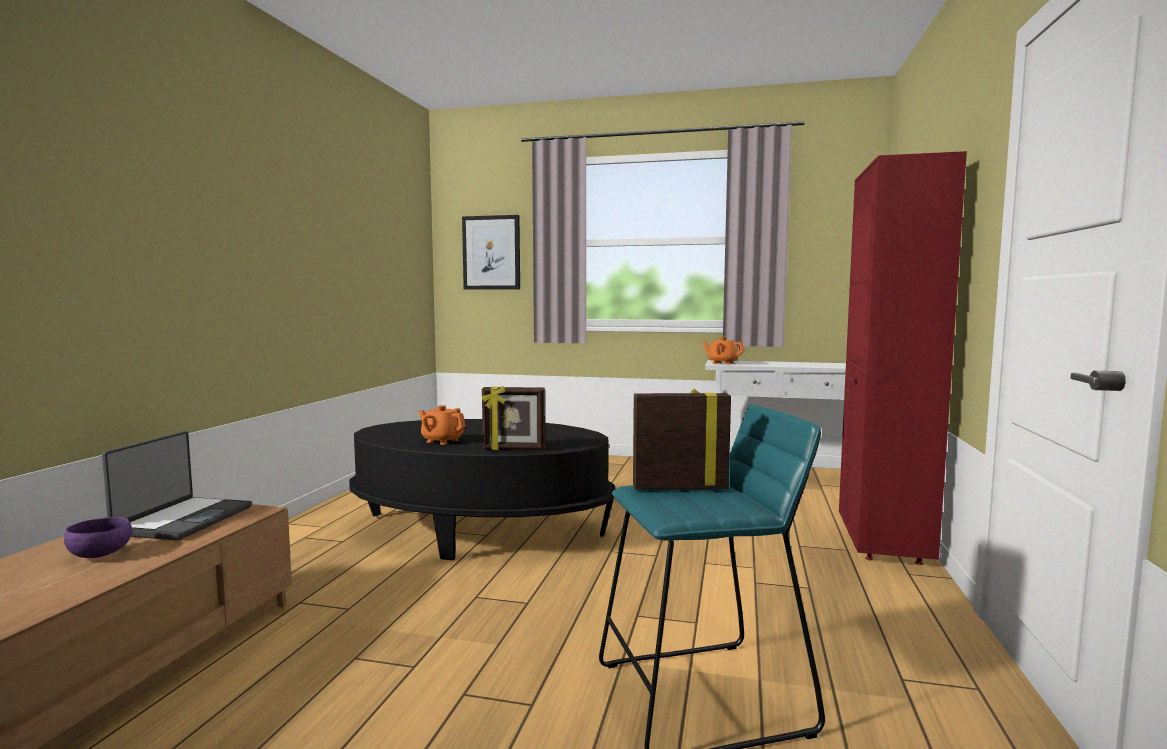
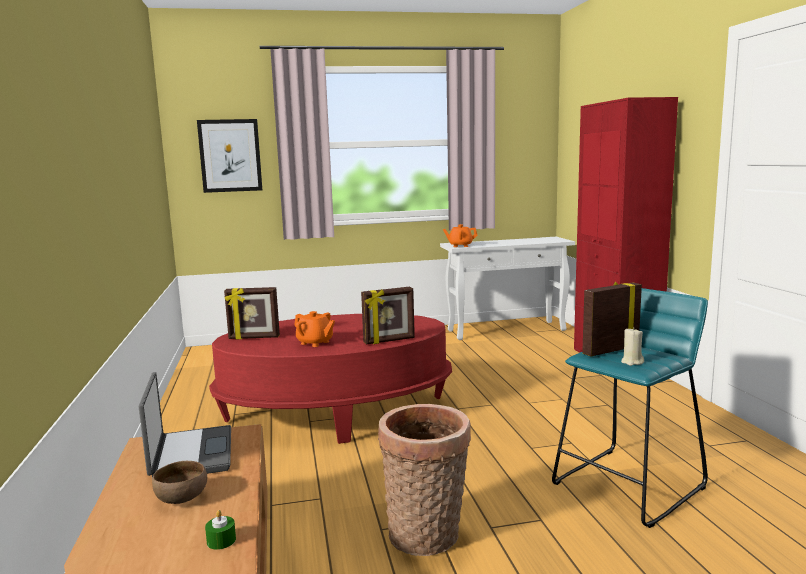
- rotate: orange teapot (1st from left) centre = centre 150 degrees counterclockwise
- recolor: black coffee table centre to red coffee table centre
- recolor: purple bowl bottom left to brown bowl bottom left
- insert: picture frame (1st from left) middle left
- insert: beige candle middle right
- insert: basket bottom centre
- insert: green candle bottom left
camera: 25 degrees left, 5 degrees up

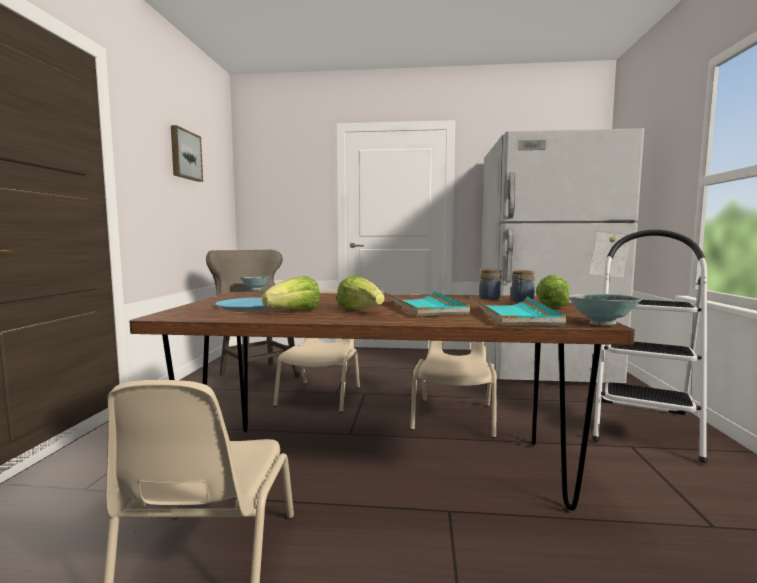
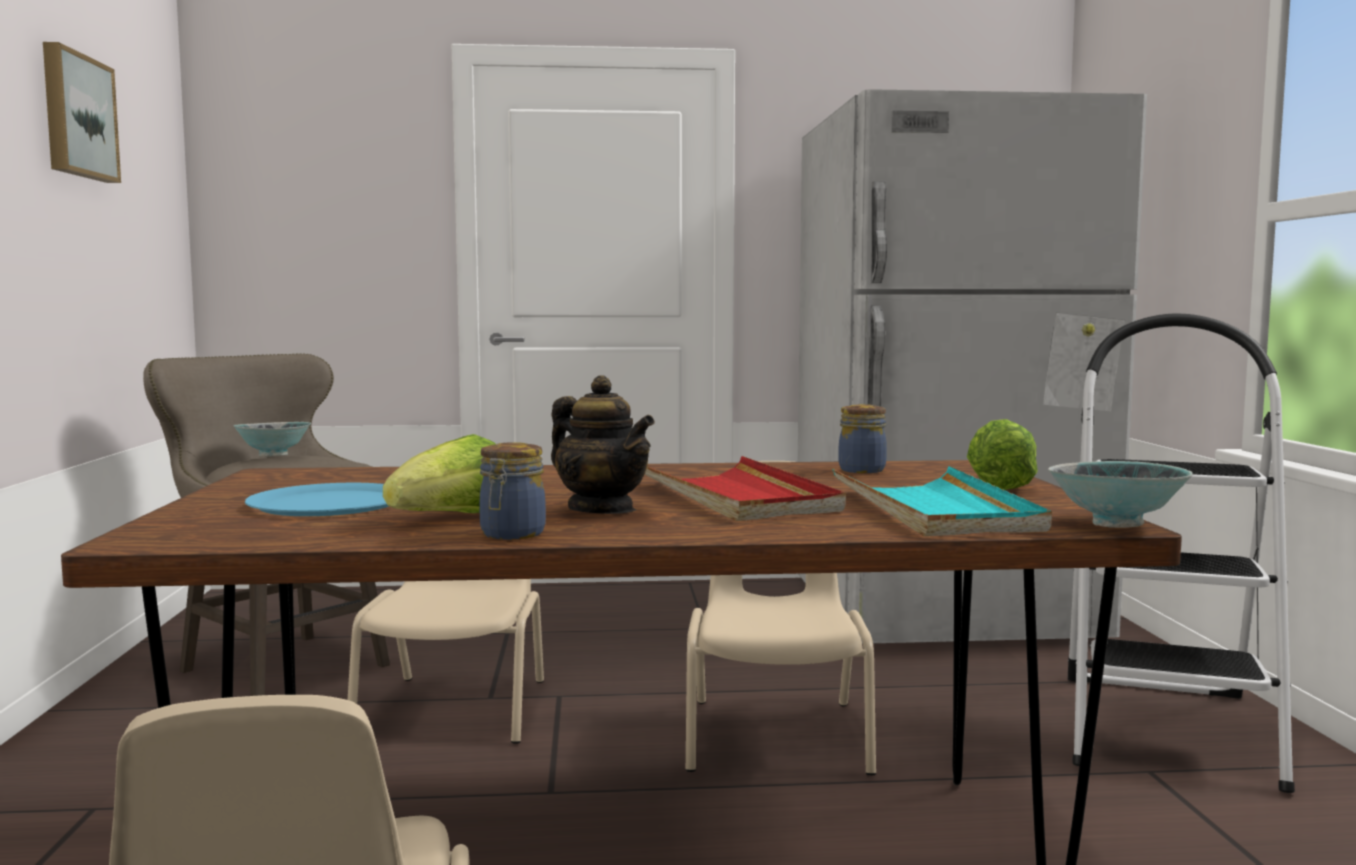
- move: jar (2nd from left in the first image) middle right to jar (1st from left) centre
- replace: lettuce (2nd from left) centre to teapot centre
- recolor: turquoise tray (1st from left) centre to red tray centre
camera: 10 degrees left, 0 degrees up

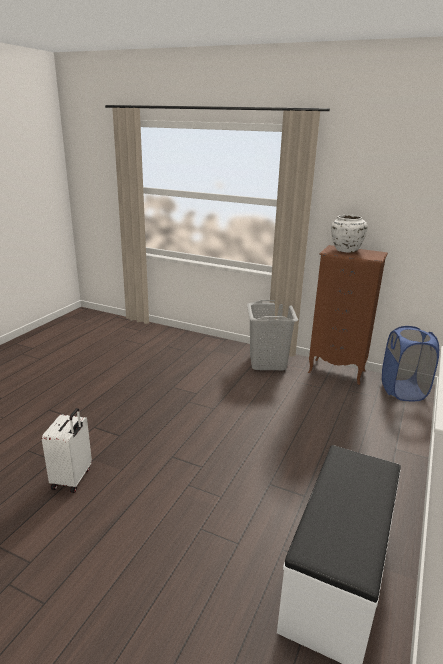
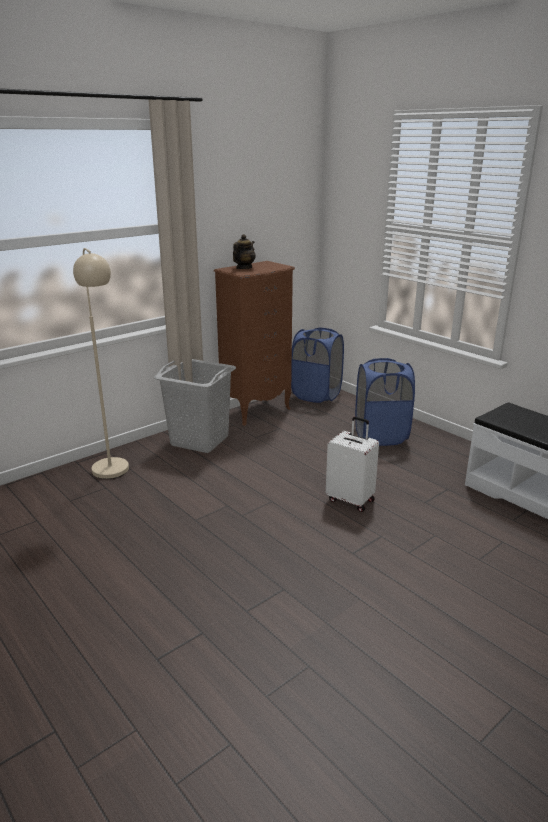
- replace: white vase middle right to teapot top centre
- move: white suitcase bottom left to centre
- insert: beige floor lamp middle left
- insert: blue laundry basket (2nd from left) middle right
camera: 65 degrees left, 0 degrees up

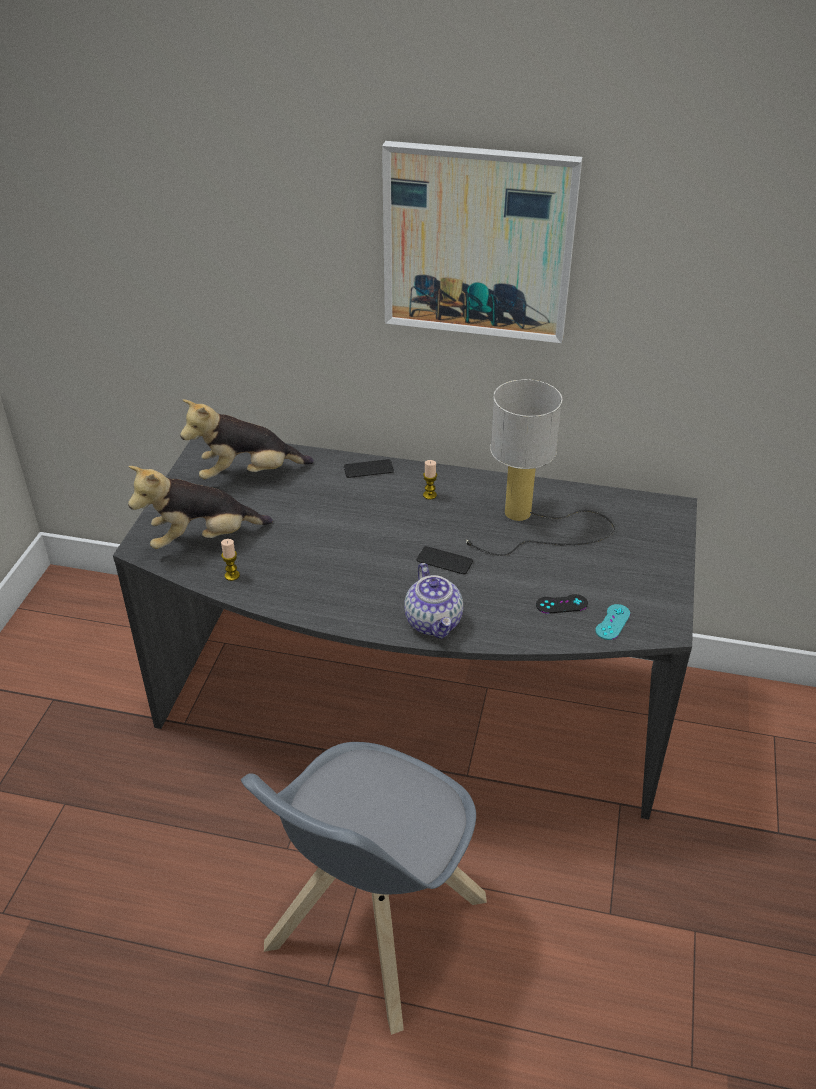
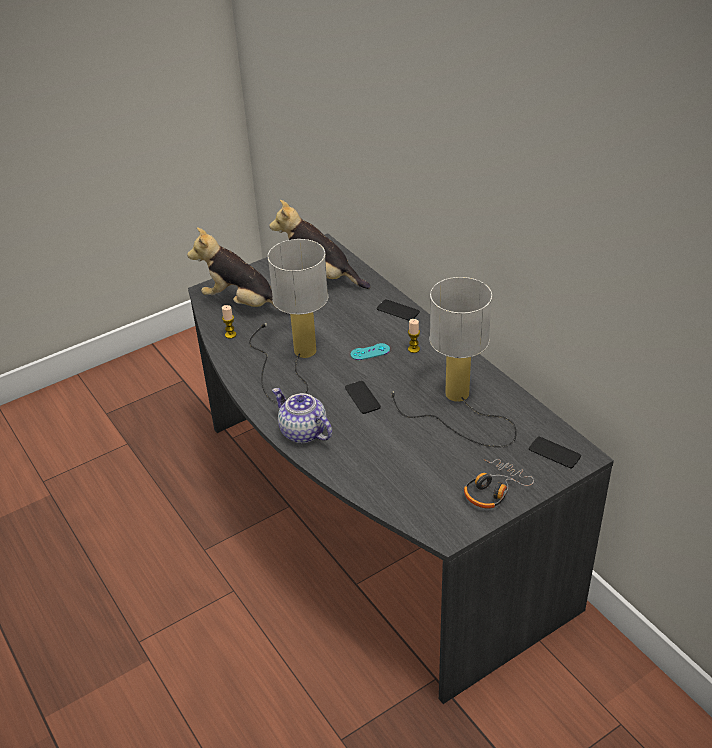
- delete: picture top centre
- rotate: teapot centre = centre 105 degrees clockwise
- delete: black game controller middle right
- move: turquoise game controller middle right to centre
- delete: grey chair bottom centre
- insert: table lamp (1st from left) centre
- insert: phone (3rd from left) middle right
- insert: headphones middle right
camera: 45 degrees right, 0 degrees up

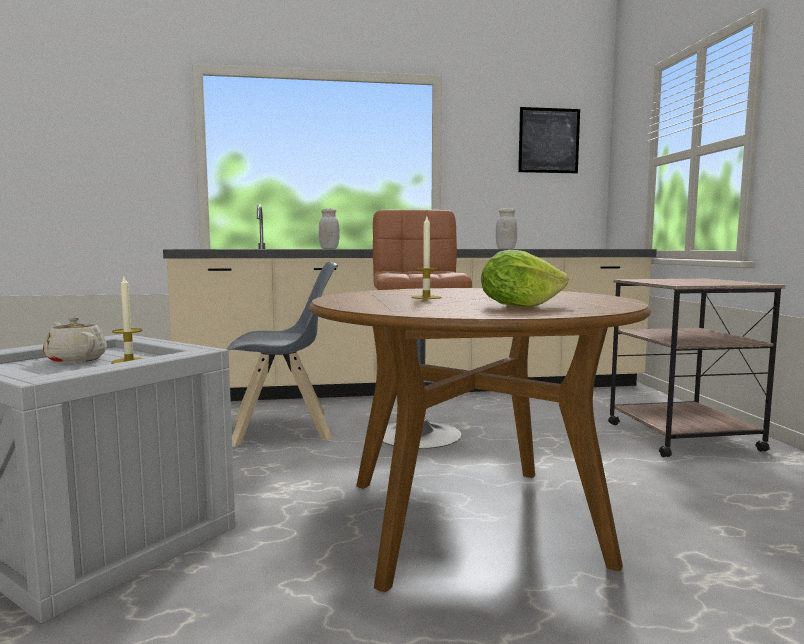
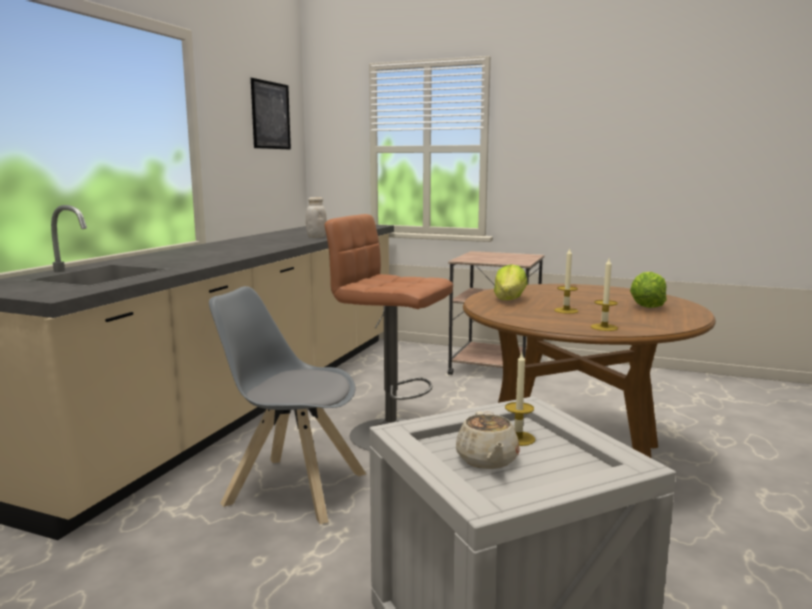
- delete: white jar (1st from left) centre
- rotate: grey chair centre = centre 90 degrees counterclockwise
- rotate: beige teapot middle left = bottom centre 75 degrees counterclockwise
- insert: candle (3rd from left) middle right
- insert: lettuce (1st from left) centre
camera: 60 degrees left, 5 degrees up

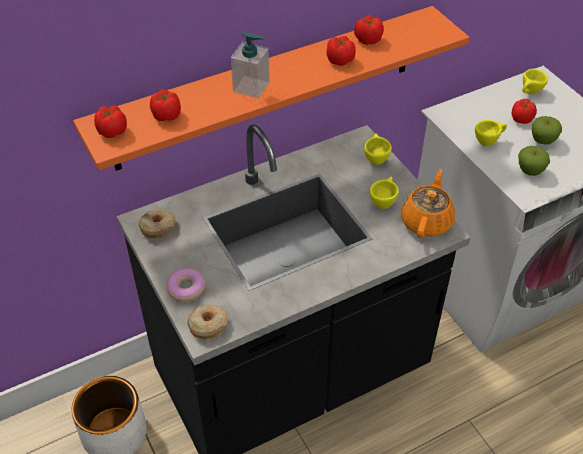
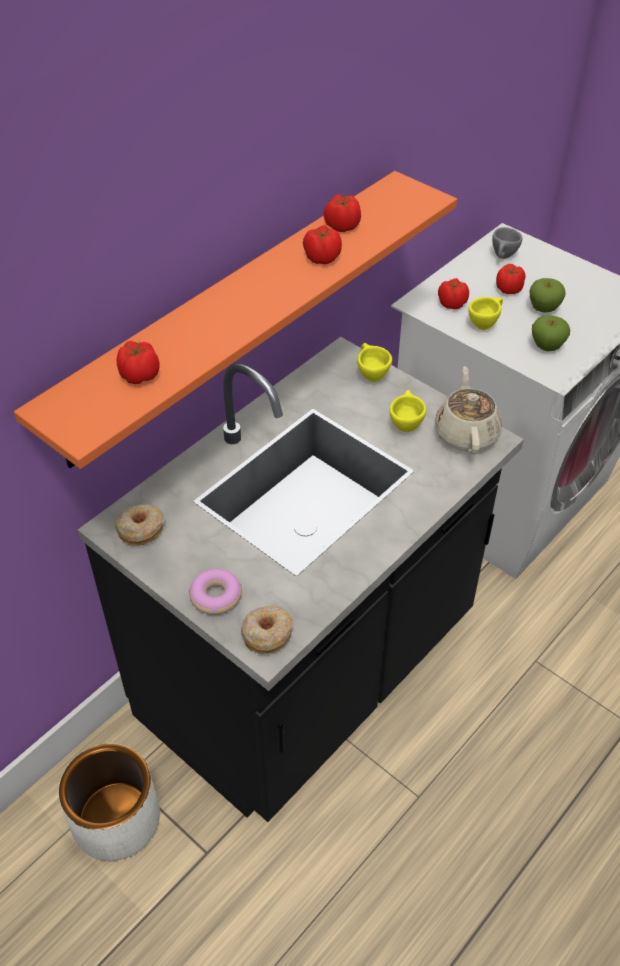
- delete: soap dispenser top centre
- recolor: yellow cup (4th from left) top right to grey cup top right
- move: tomato (1st from left in the first image) top left to tomato (4th from left) top right
- recolor: orange teapot middle right to beige teapot middle right
camera: 20 degrees left, 0 degrees up

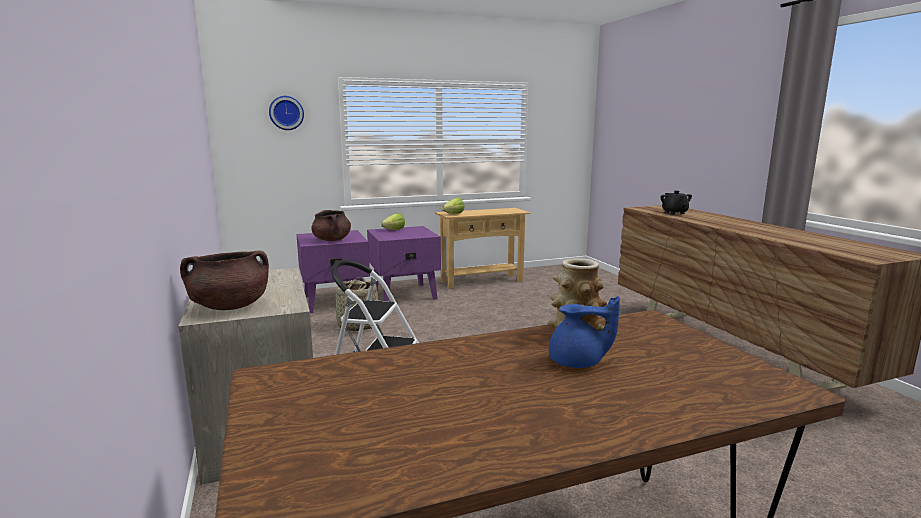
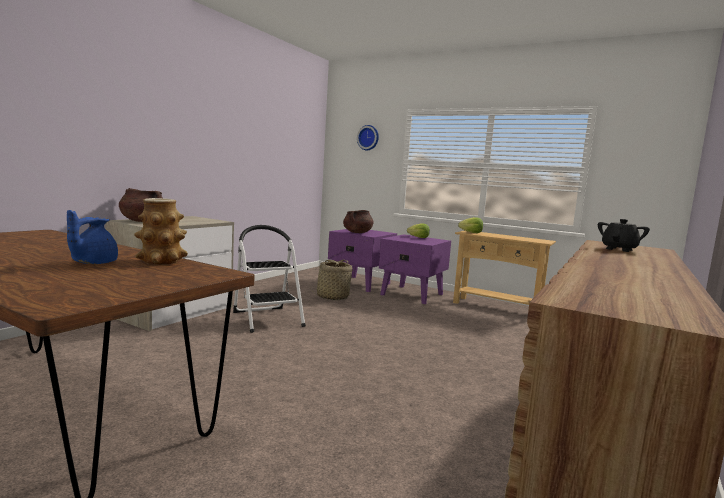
- rotate: blue teapot centre = middle left 45 degrees clockwise
camera: 50 degrees right, 5 degrees down

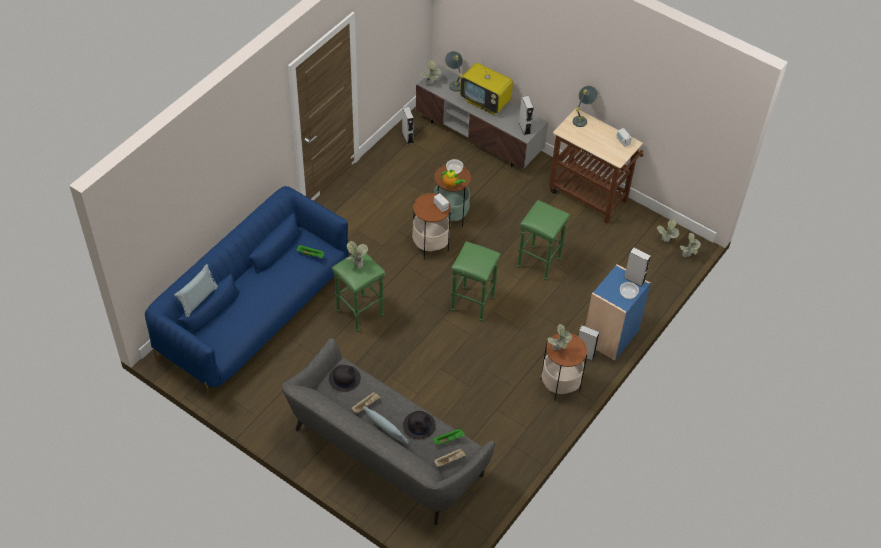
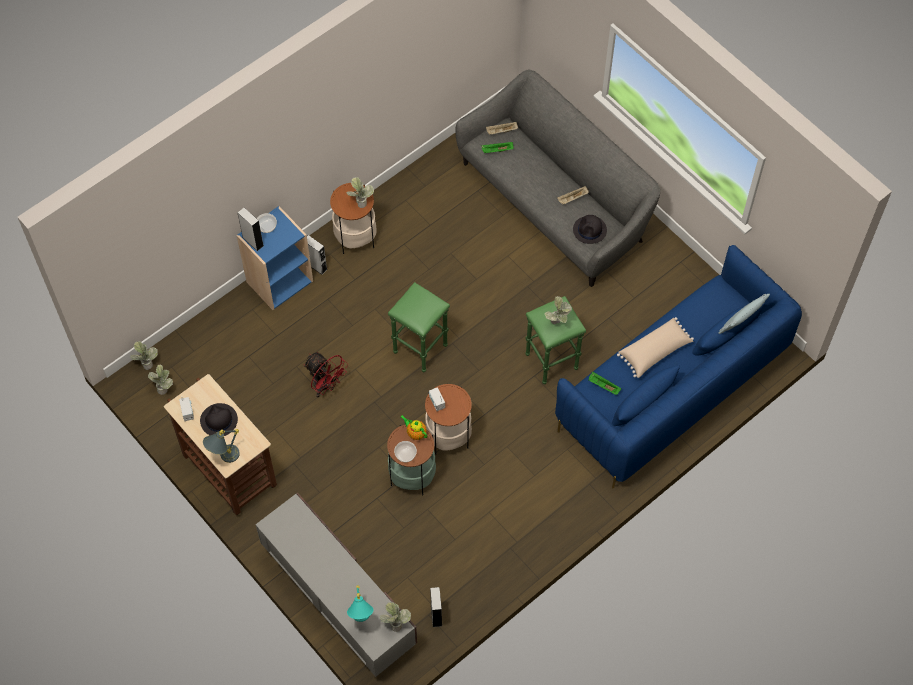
- recolor: grey table lamp (1st from left) top centre to turquoise table lamp bottom centre
- delete: television top centre
- delete: grey speaker (2nd from left) top centre
- replace: green stool (3rd from left) centre to red fan centre
- delete: blue pillow (2nd from left) bottom centre
- move: black hat (2nd from left in the first image) bottom centre to black hat (1st from left) middle left
- insert: beige pillow middle right
camera: 165 degrees left, 10 degrees up

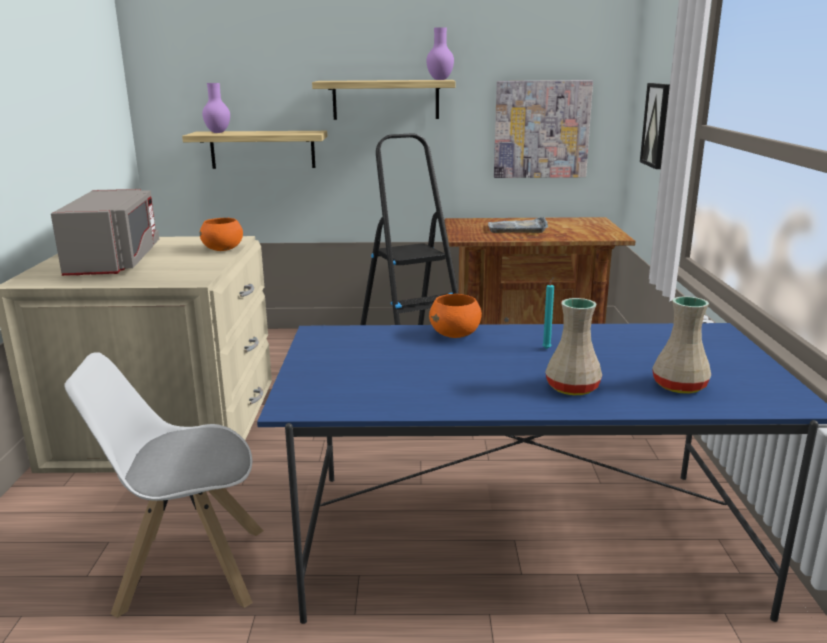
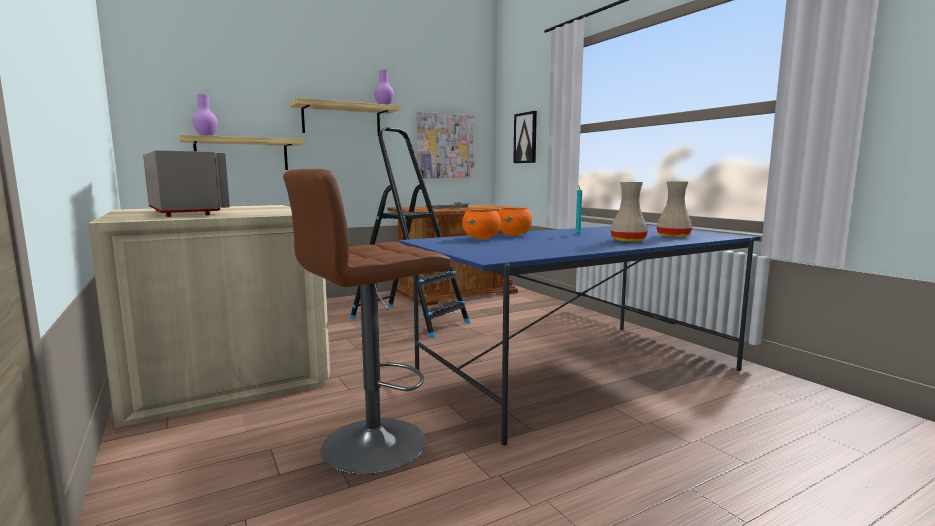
- move: orange bowl (1st from left) middle left to centre
- replace: chair bottom left to brown stool centre
camera: 30 degrees left, 10 degrees down

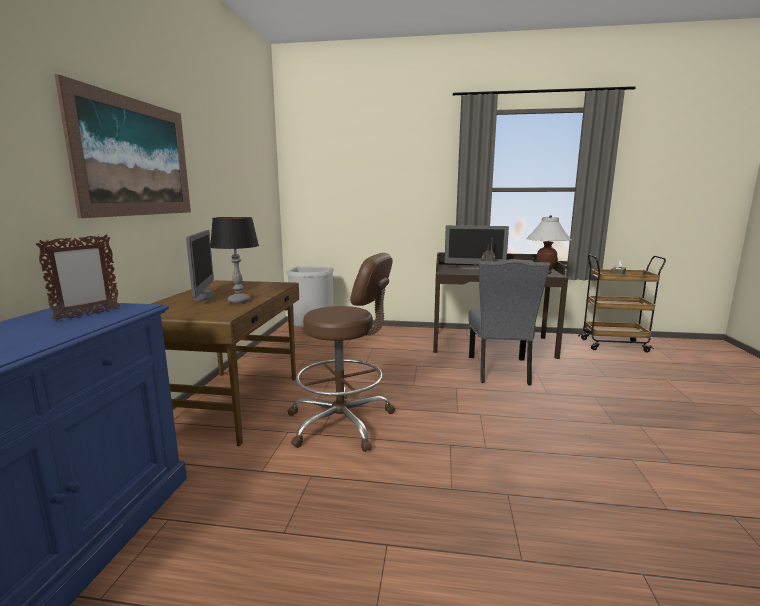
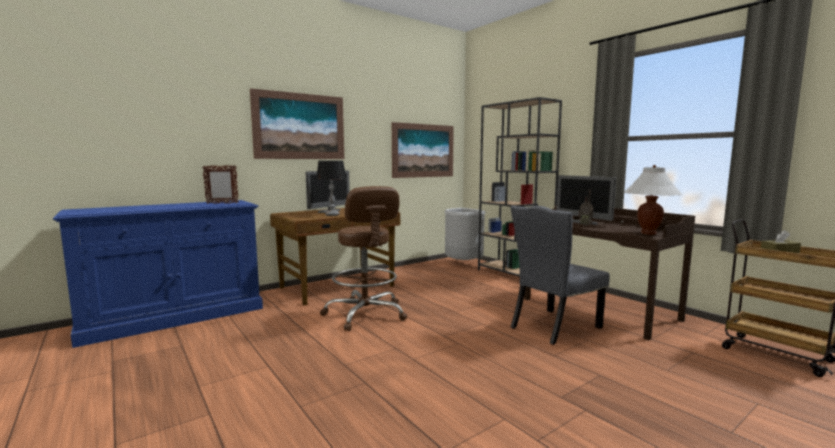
- insert: bookcase centre
- insert: picture (2nd from left) centre
camera: 45 degrees right, 5 degrees down

